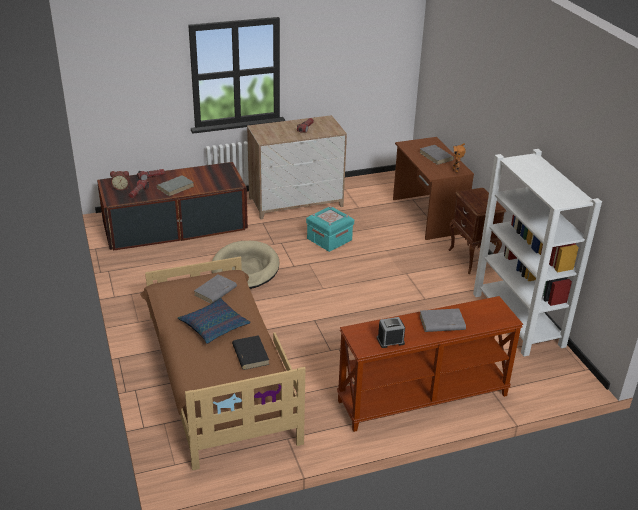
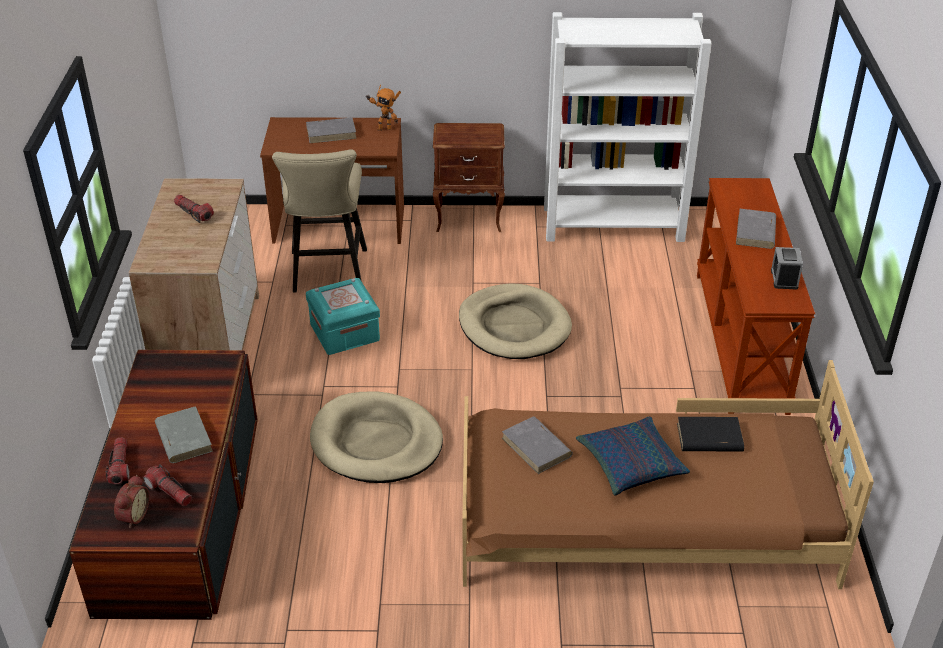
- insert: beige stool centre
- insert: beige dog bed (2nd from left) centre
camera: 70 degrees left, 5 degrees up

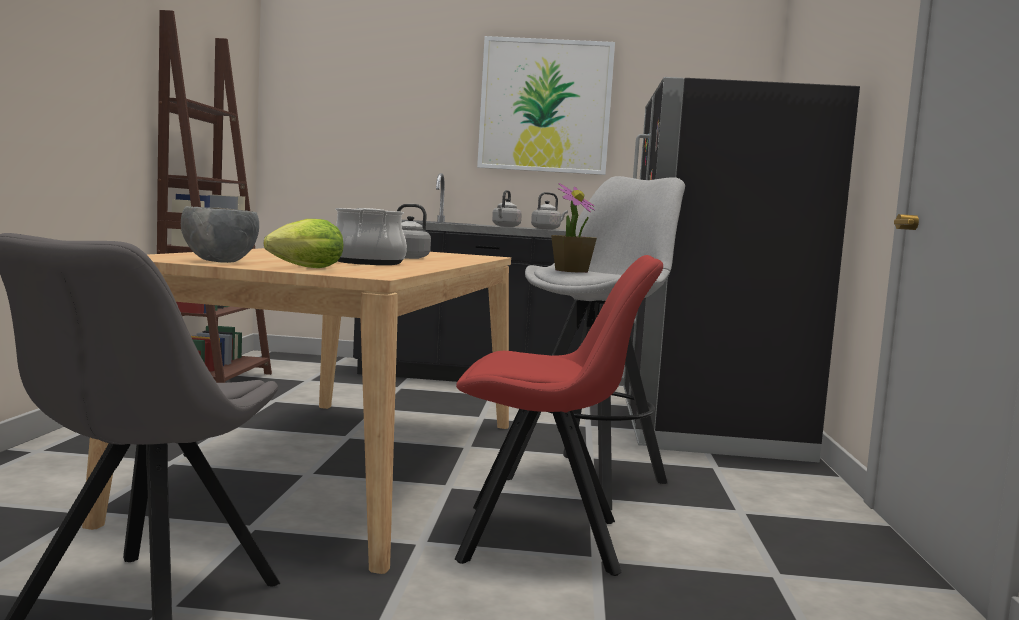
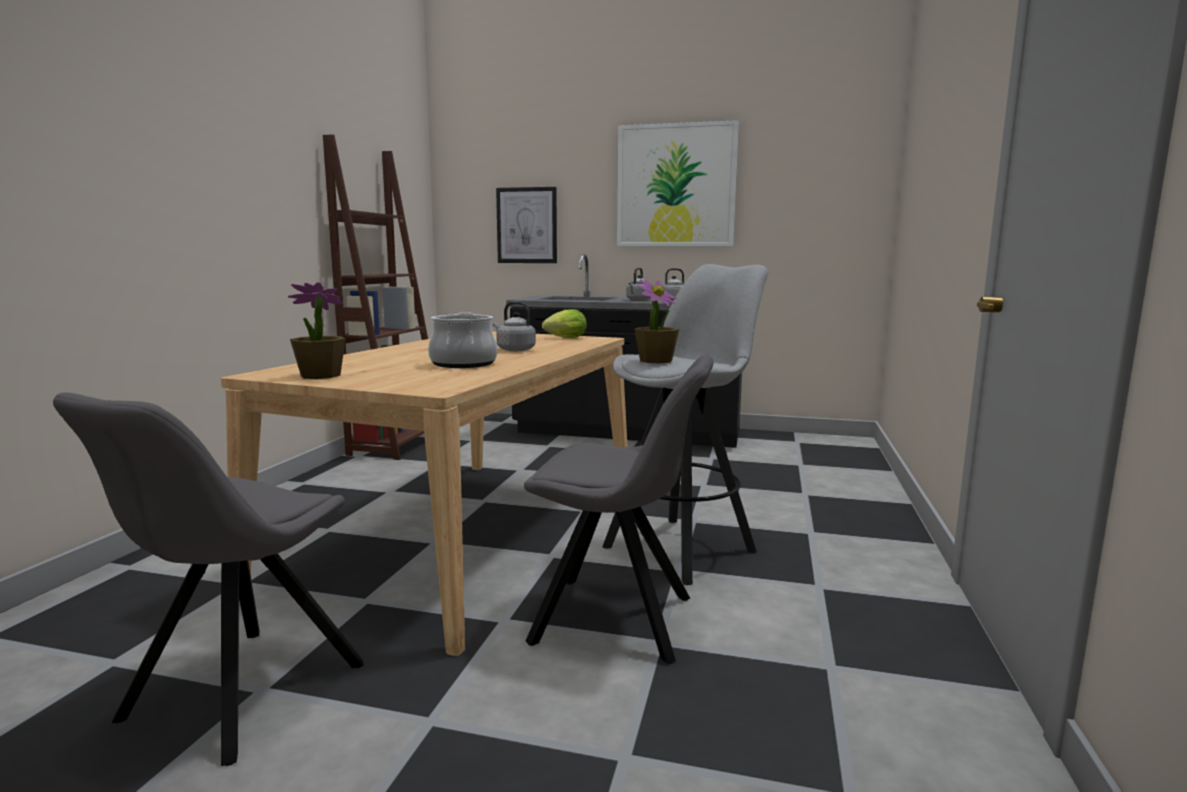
- delete: black fridge middle right
- replace: grey bowl middle left to potted plant (1st from left) middle left
- move: lettuce middle left to centre
- recolor: red chair bottom centre to grey chair (2nd from left) centre
- insert: picture (1st from left) top centre
camera: 10 degrees right, 5 degrees up

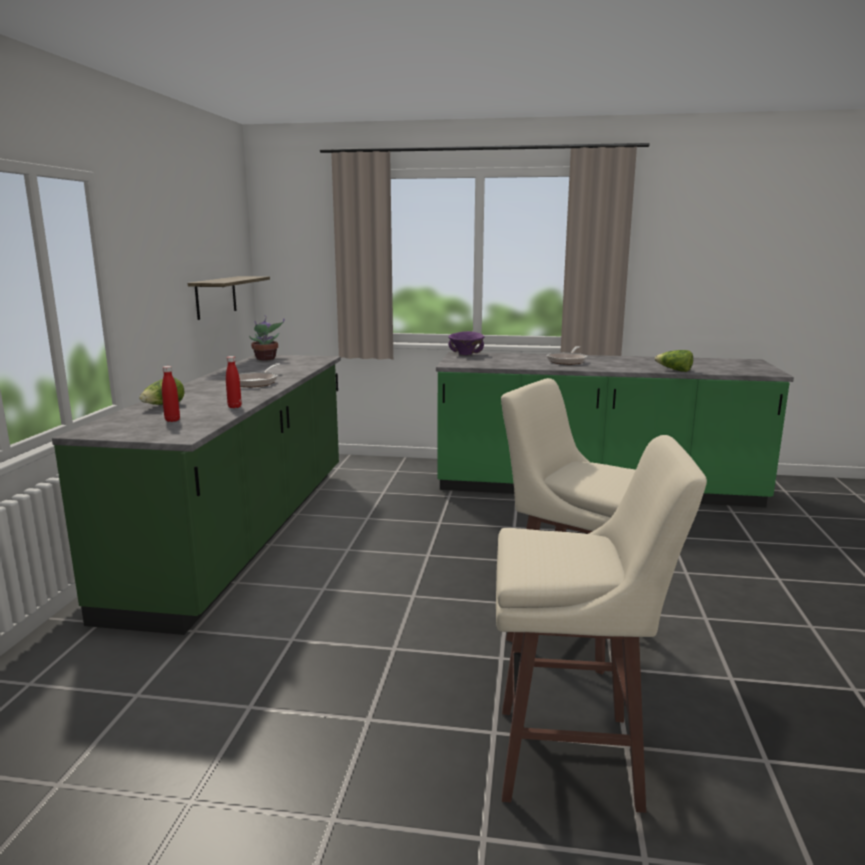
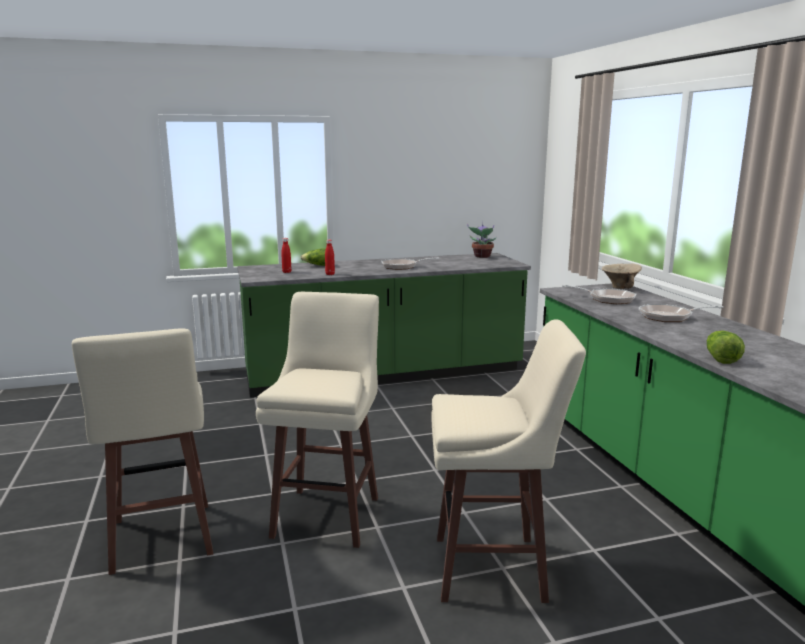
- delete: shelf middle left
- recolor: purple bowl centre to beige bowl middle right
- insert: frying pan (2nd from left) middle right
- insert: beige stool (3rd from left) bottom centre
camera: 65 degrees right, 0 degrees up

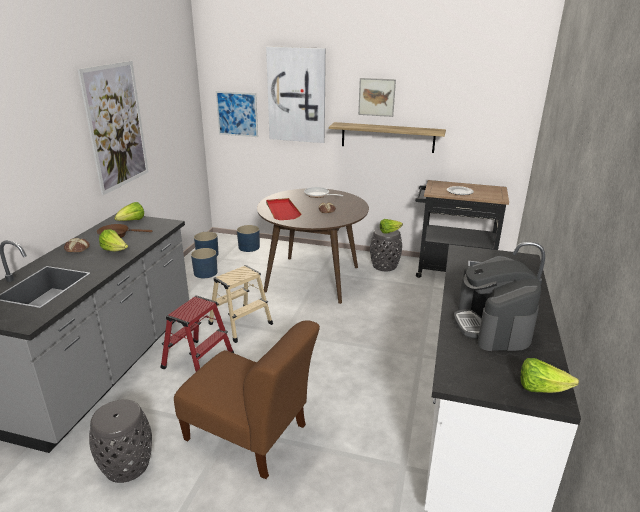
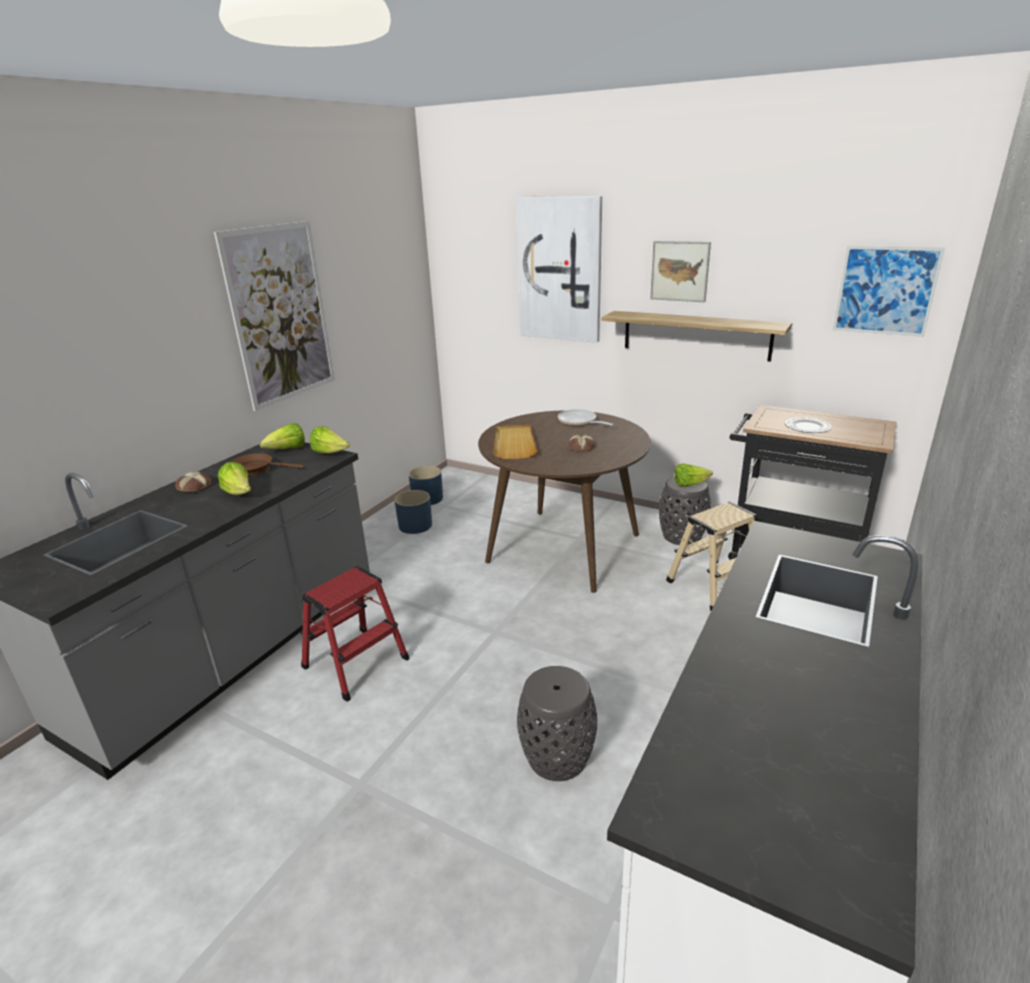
- move: picture (2nd from left in the first image) top centre to picture (4th from left) top right
- recolor: red tray centre to beige tray centre
- delete: blue planter (3rd from left) centre
- delete: coffee machine middle right
- move: beige step ladder centre to middle right
- delete: brown chair bottom centre
- move: lettuce (4th from left in the first image) bottom right to lettuce (3rd from left) middle left
- move: grey stool (1st from left) bottom left to bottom centre
camera: 15 degrees right, 0 degrees up

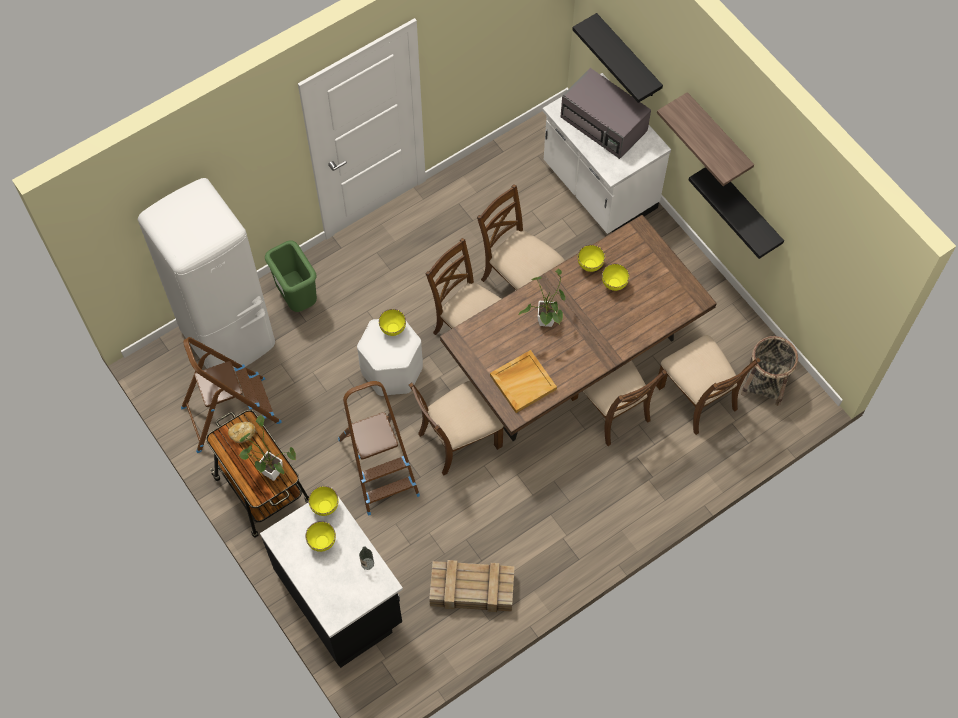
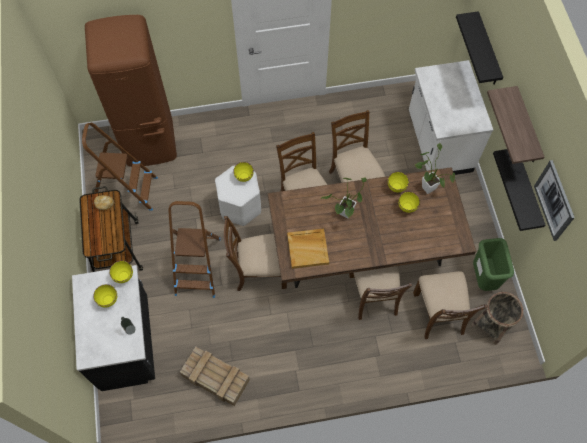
- delete: grey microwave top centre
- recolor: white fridge middle left to brown fridge top left
- move: green trash can middle left to middle right
- move: potted plant (1st from left in the first image) middle left to potted plant (2nd from left) middle right
- insert: picture middle right
camera: 25 degrees right, 0 degrees up

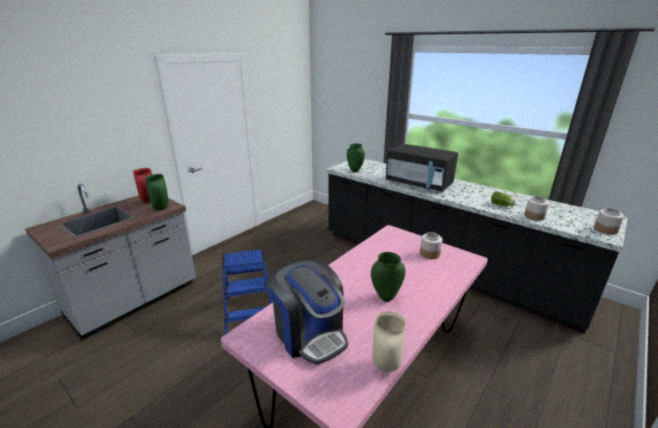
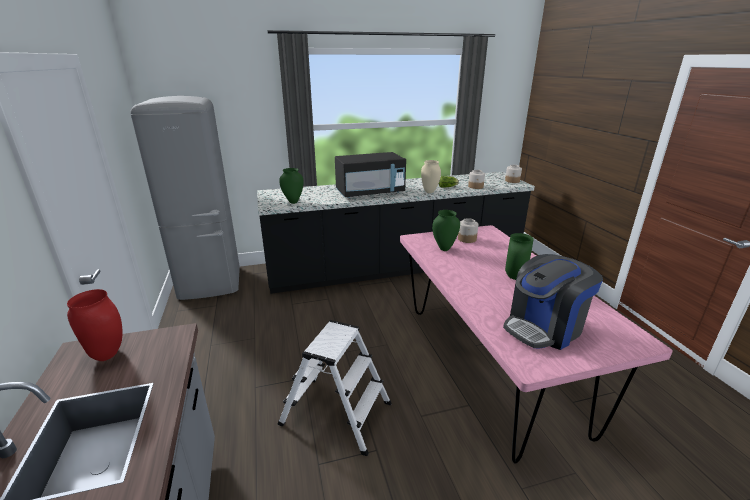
- move: green vase (1st from left in the first image) middle left to green vase (2nd from left) centre
- recolor: blue step ladder bottom centre to white step ladder bottom centre
- rotate: coffee machine bottom centre = middle right 150 degrees clockwise
- move: beige vase bottom centre to centre
- insert: grey fridge middle left
camera: 55 degrees left, 0 degrees up

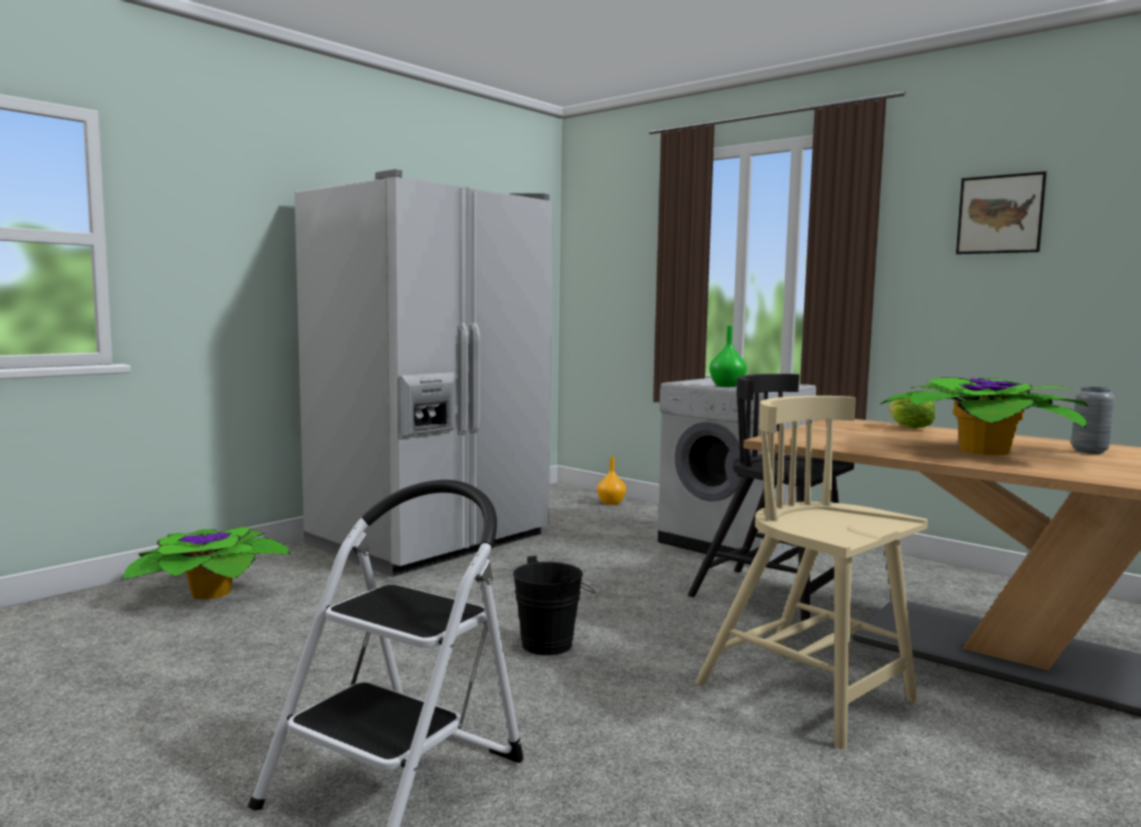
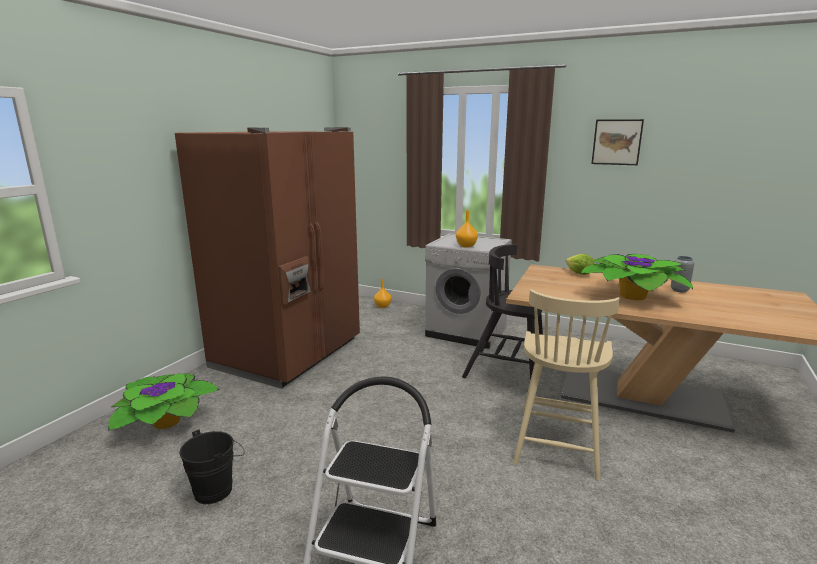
- recolor: white fridge centre to brown fridge middle left
- recolor: green vase centre to orange vase (2nd from left) centre
- rotate: beige chair bottom right = bottom right 105 degrees counterclockwise
- move: black bucket bottom centre to bottom left
camera: 15 degrees left, 10 degrees up

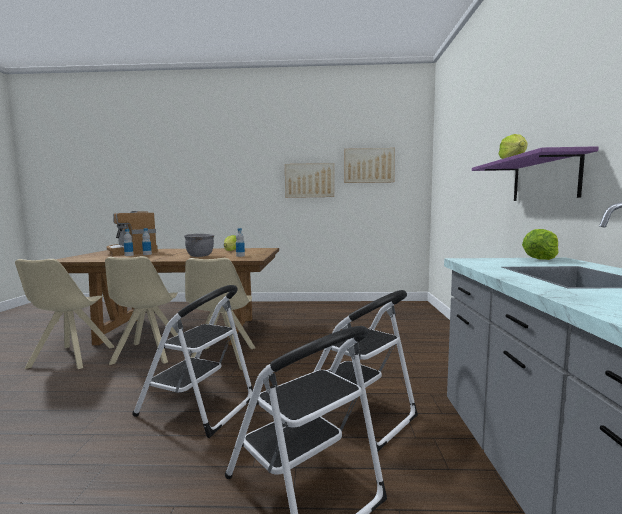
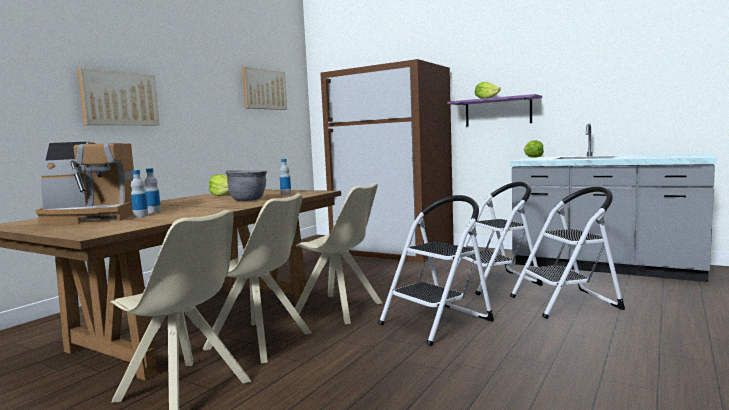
- move: picture (1st from left) centre to top left
- insert: brown fridge centre
camera: 60 degrees left, 0 degrees up

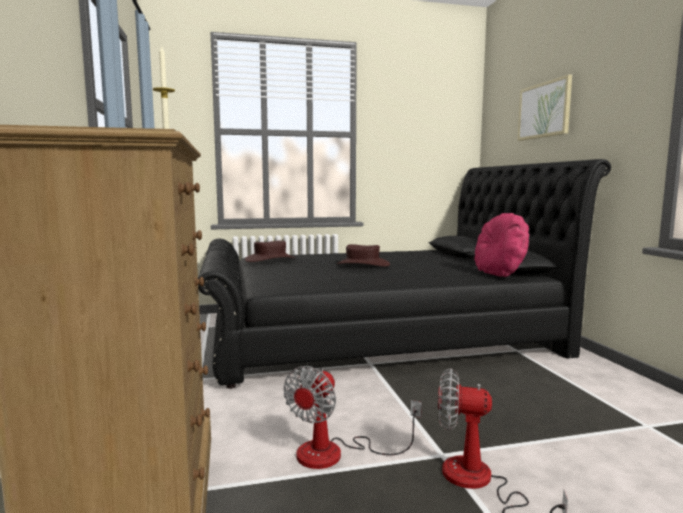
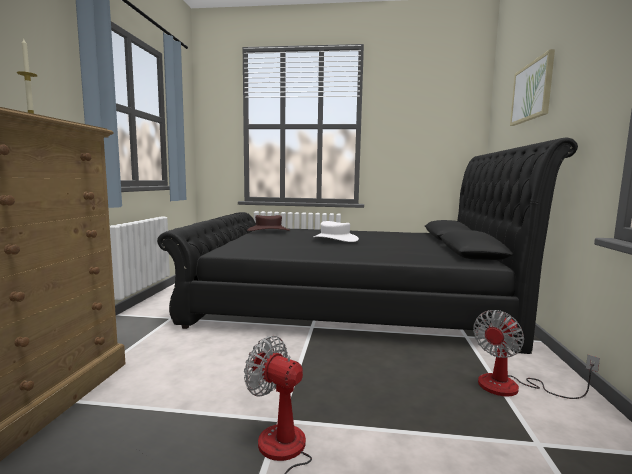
- delete: pink pillow middle right
- recolor: brown hat (2nd from left) centre to white hat centre
- move: fan (1st from left in the first image) bottom centre to fan (2nd from left) bottom right
camera: 20 degrees right, 0 degrees up

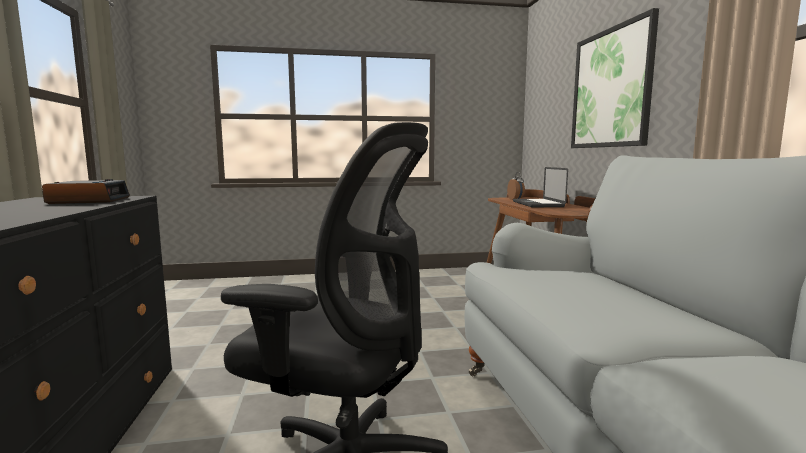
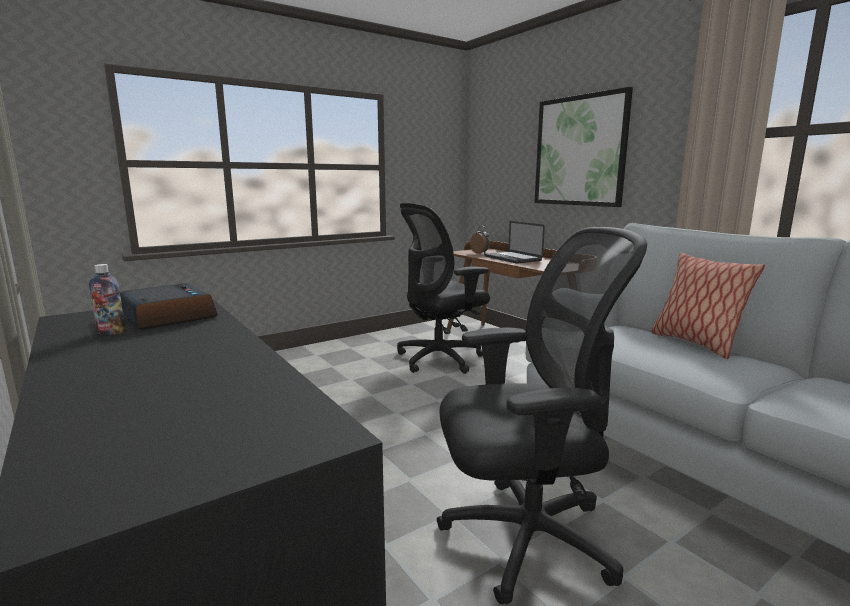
- insert: black office chair (1st from left) centre
- insert: pillow middle right
- insert: bottle middle left
camera: 25 degrees left, 5 degrees up

